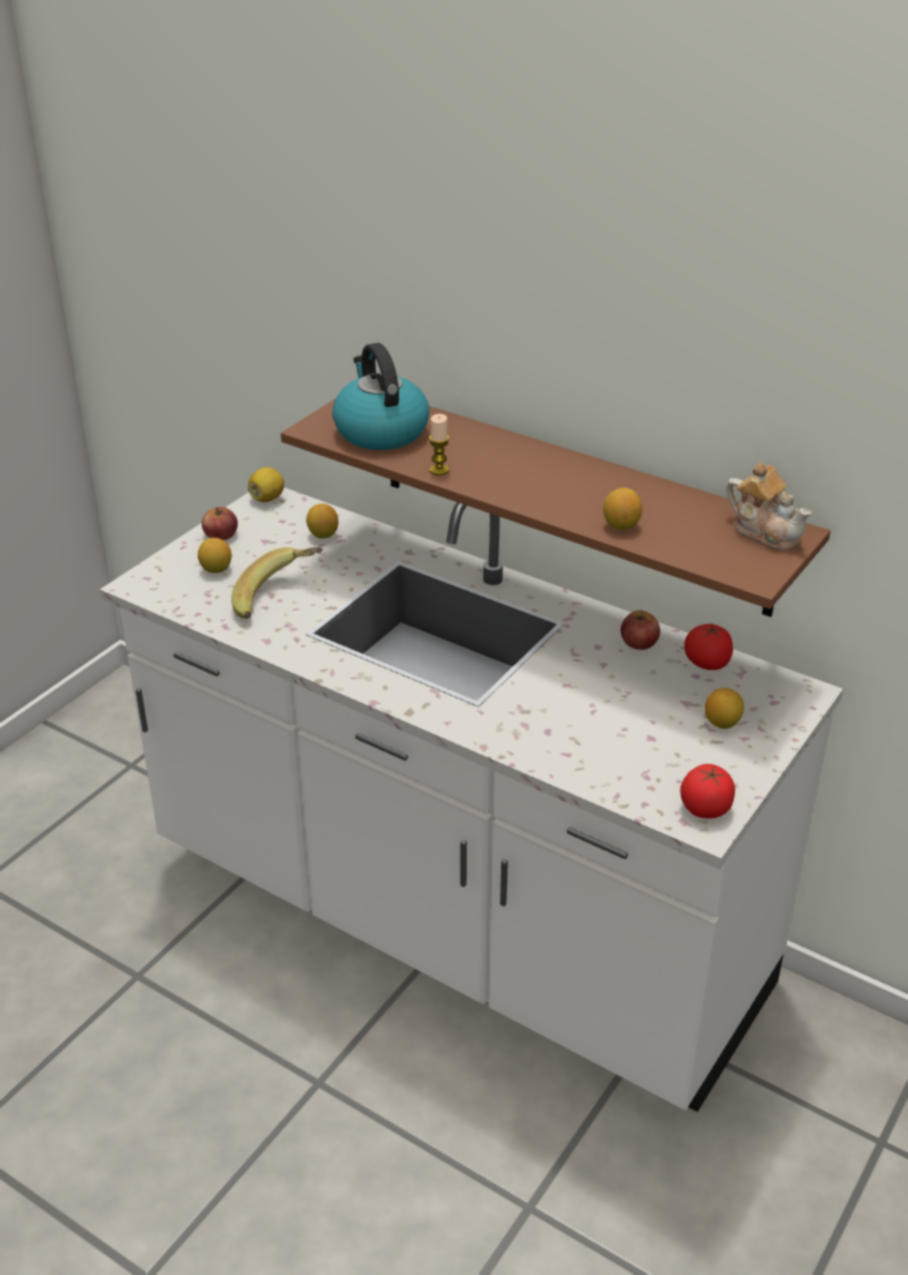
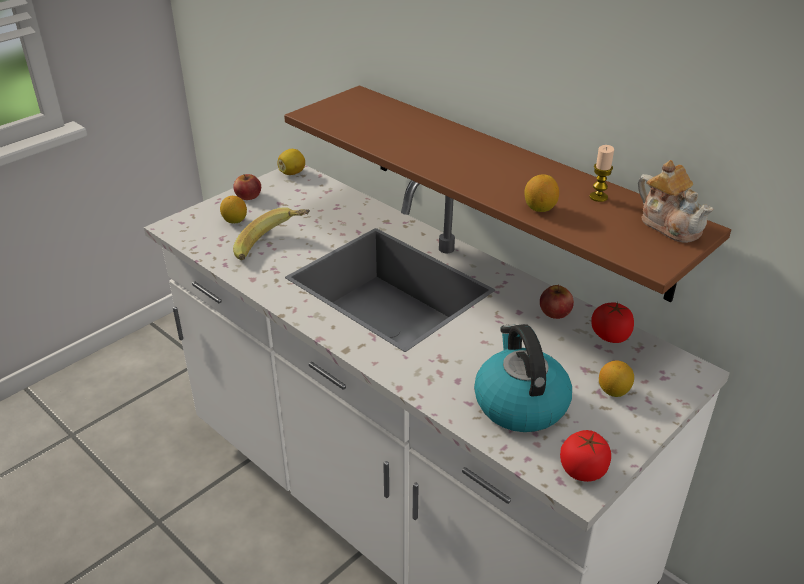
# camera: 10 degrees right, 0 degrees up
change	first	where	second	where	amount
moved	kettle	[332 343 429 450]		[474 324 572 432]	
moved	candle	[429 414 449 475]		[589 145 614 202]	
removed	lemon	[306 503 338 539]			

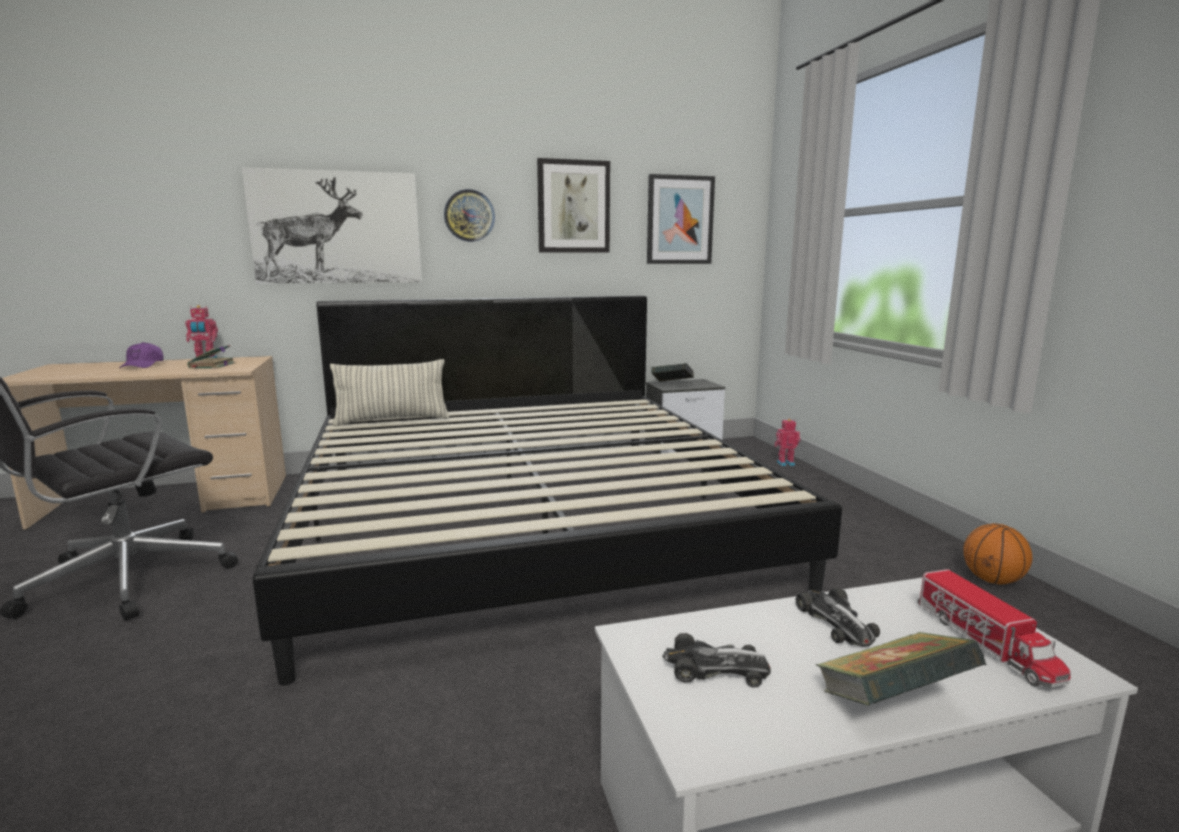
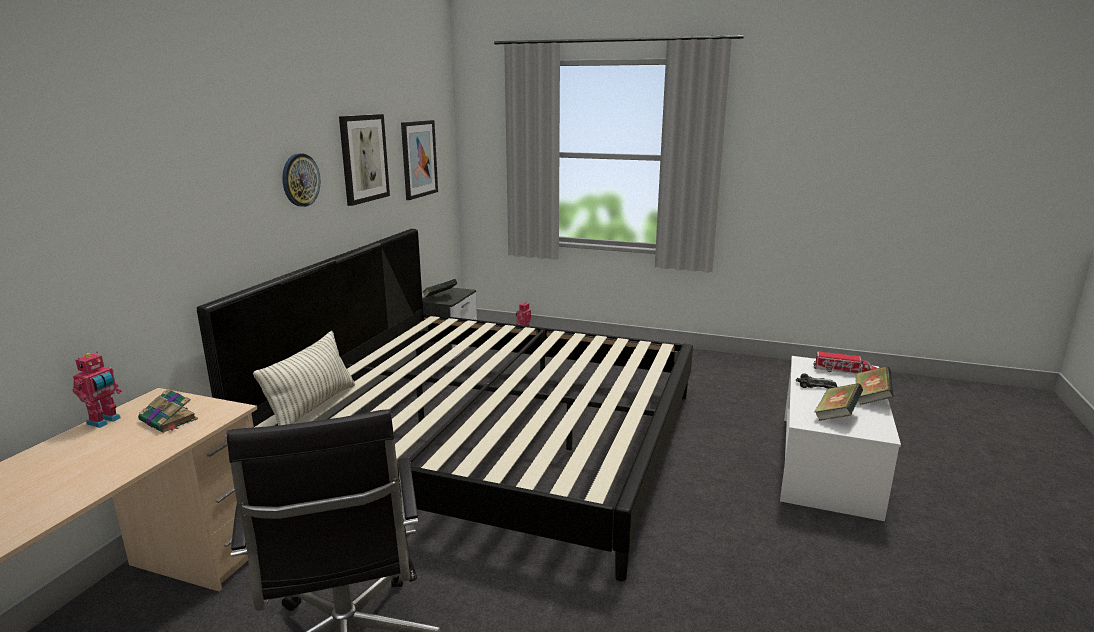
# camera: 55 degrees left, 5 degrees up
change	first	where	second	where	amount
replaced	toy car	[662 633 771 688]	book	[814 383 863 421]	
removed	cap/purple	[119 342 164 368]			
removed	picture	[242 167 422 284]			
removed	basketball	[963 523 1033 585]			

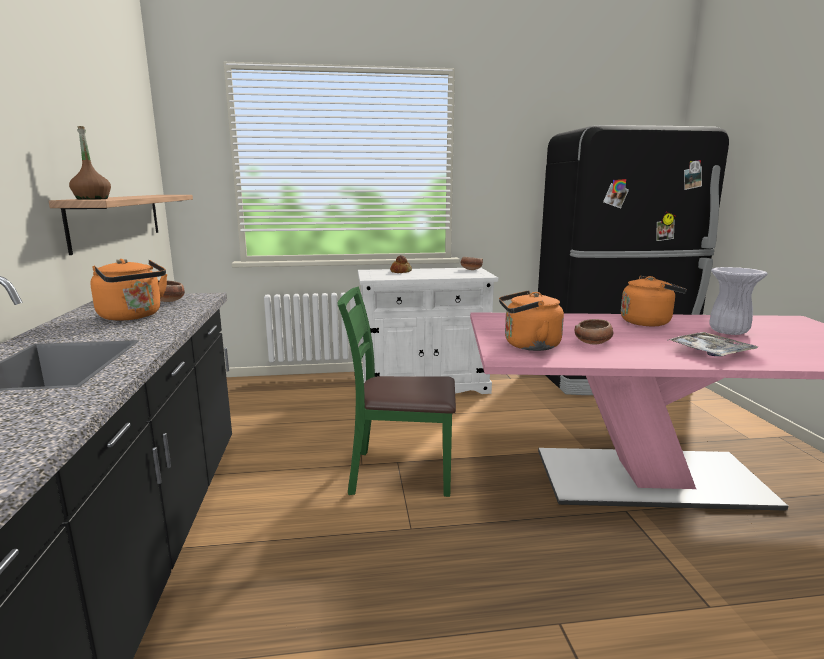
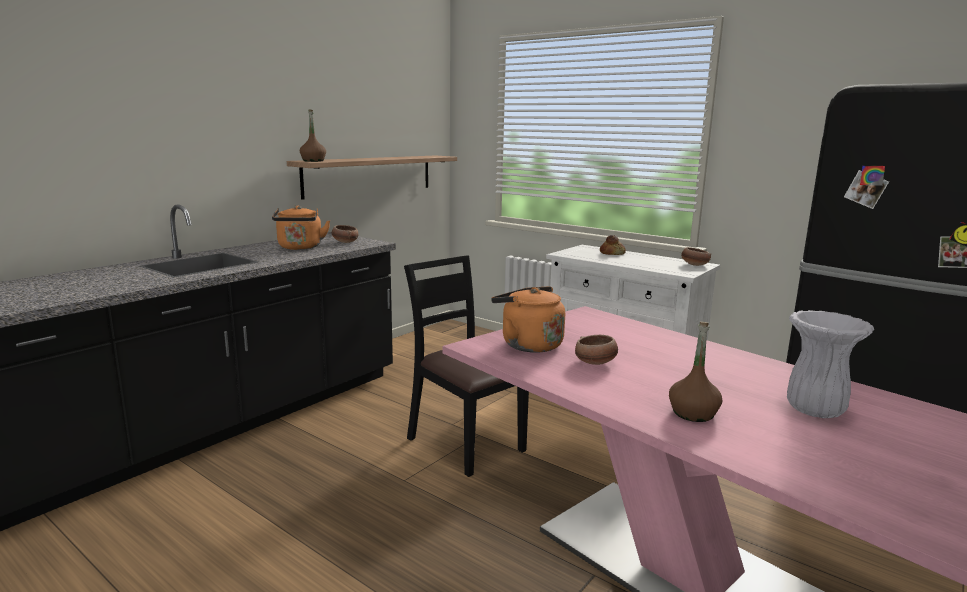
# camera: 45 degrees right, 0 degrees up
change	first	where	second	where	amount
recoloured	chair/green	[337 287 456 497]	chair/black	[404 255 529 477]	
replaced	tray	[669 332 759 356]	bottle/brown	[669 322 722 422]	
removed	kettle/orange	[621 276 687 326]			

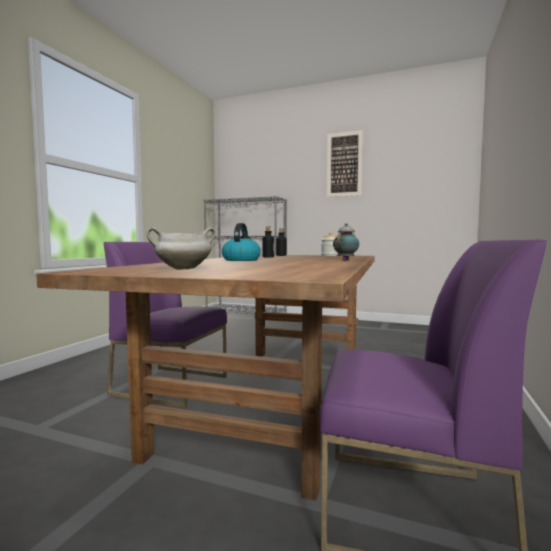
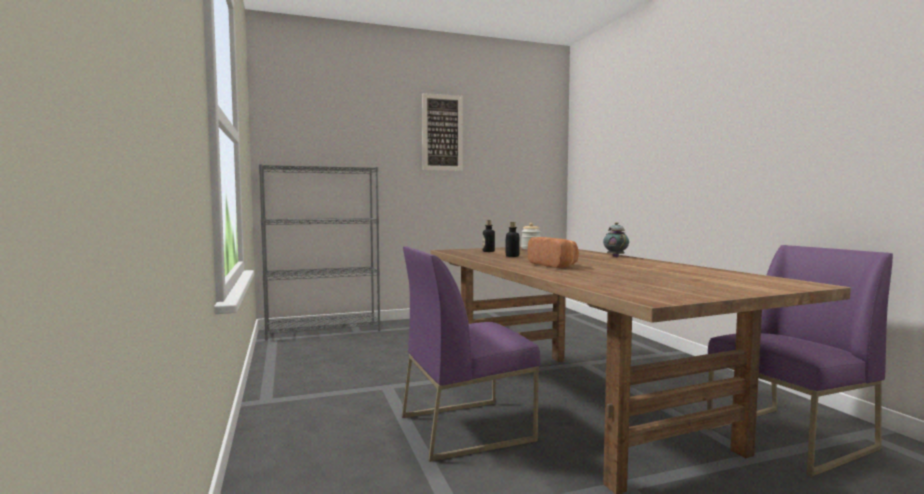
# camera: 40 degrees left, 0 degrees up
change	first	where	second	where	amount
replaced	kettle	[222 223 261 261]	bread	[528 237 579 268]	
removed	cooking pot/white	[147 227 216 270]			

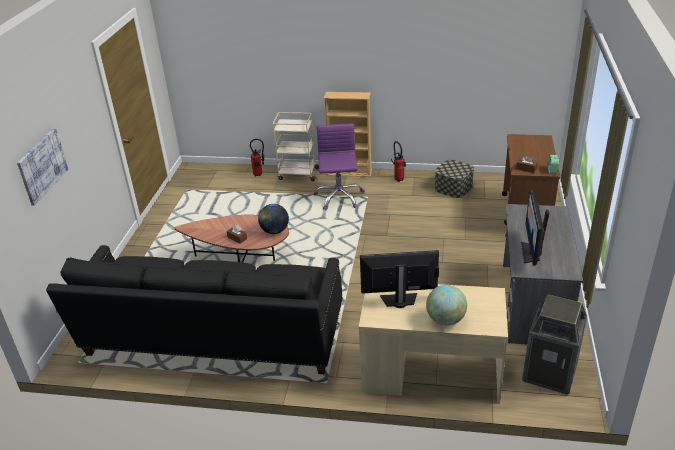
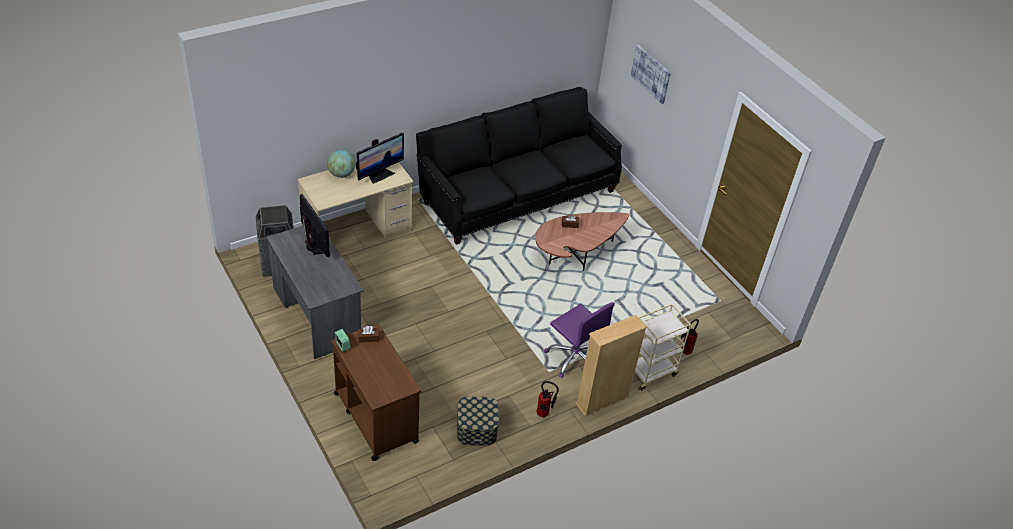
# camera: 135 degrees right, 10 degrees up
change	first	where	second	where	amount
removed	globe	[258 204 289 234]			

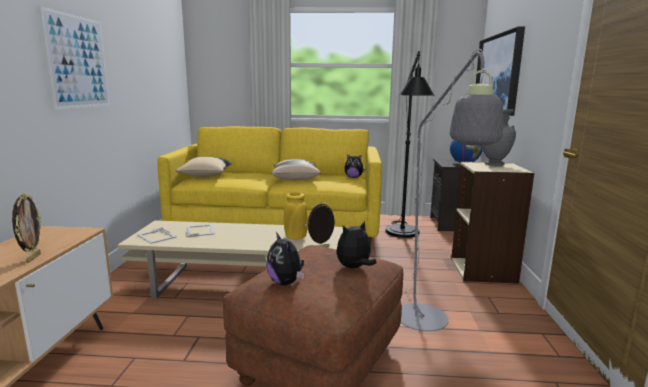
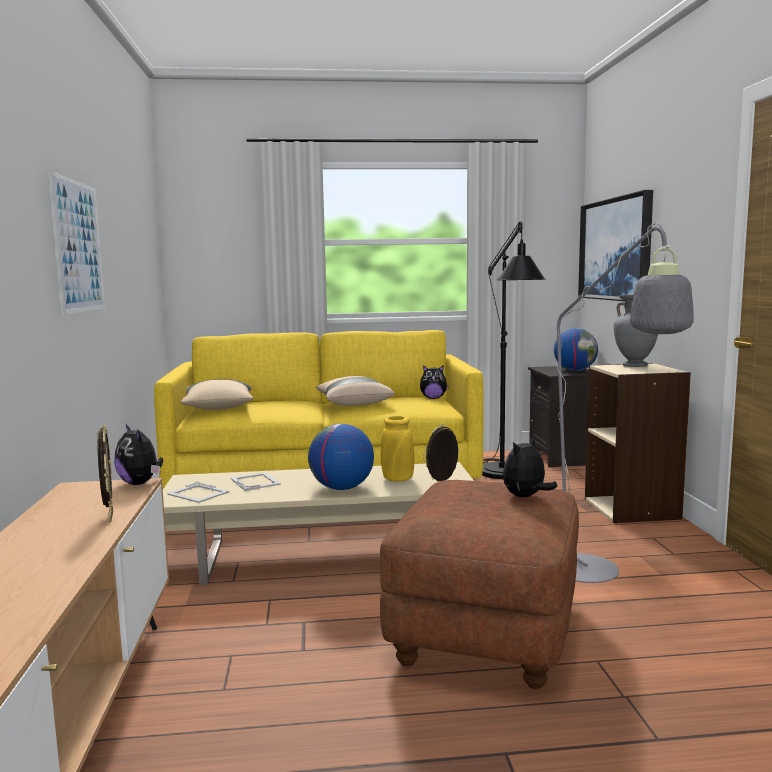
# camera: 10 degrees left, 5 degrees down
change	first	where	second	where	amount
moved	plush toy	[266 232 304 285]		[114 423 163 485]	
added			globe	[308 424 374 490]	

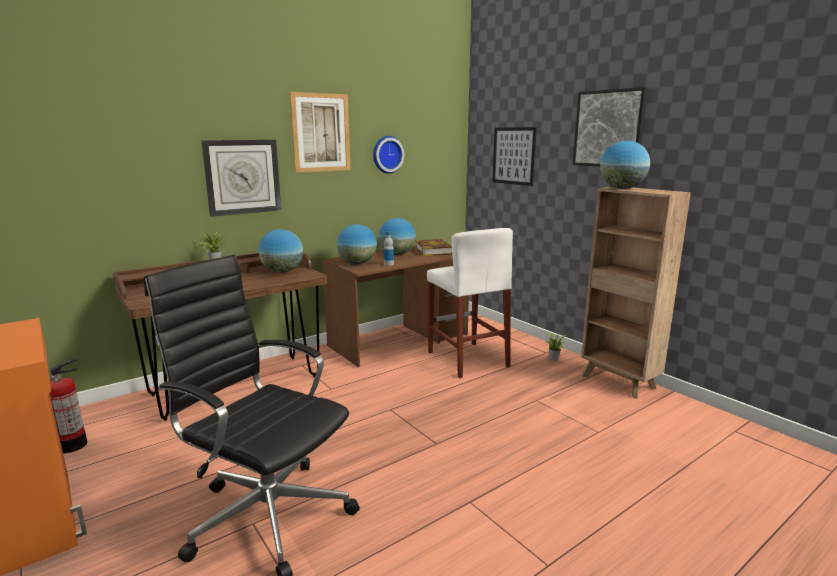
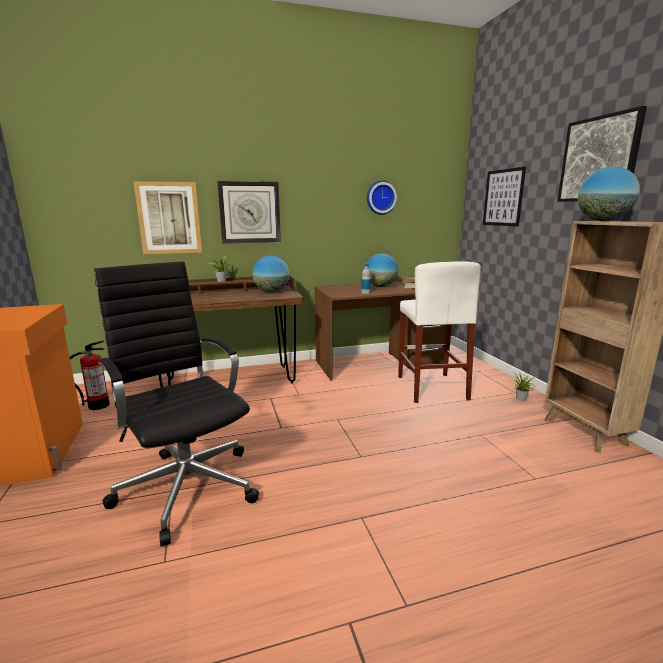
# camera: 20 degrees right, 0 degrees up
change	first	where	second	where	amount
moved	picture	[289 92 351 173]		[133 181 202 254]	
removed	globe	[337 224 377 264]			

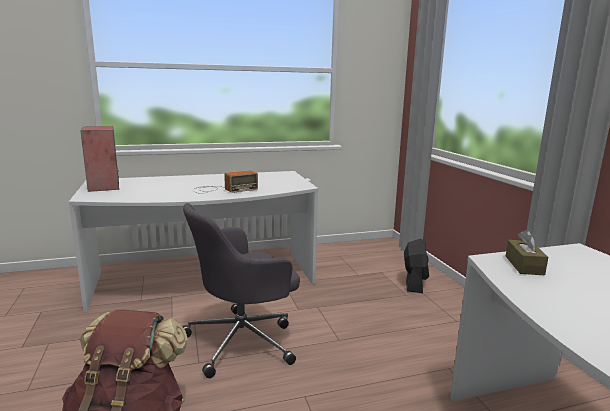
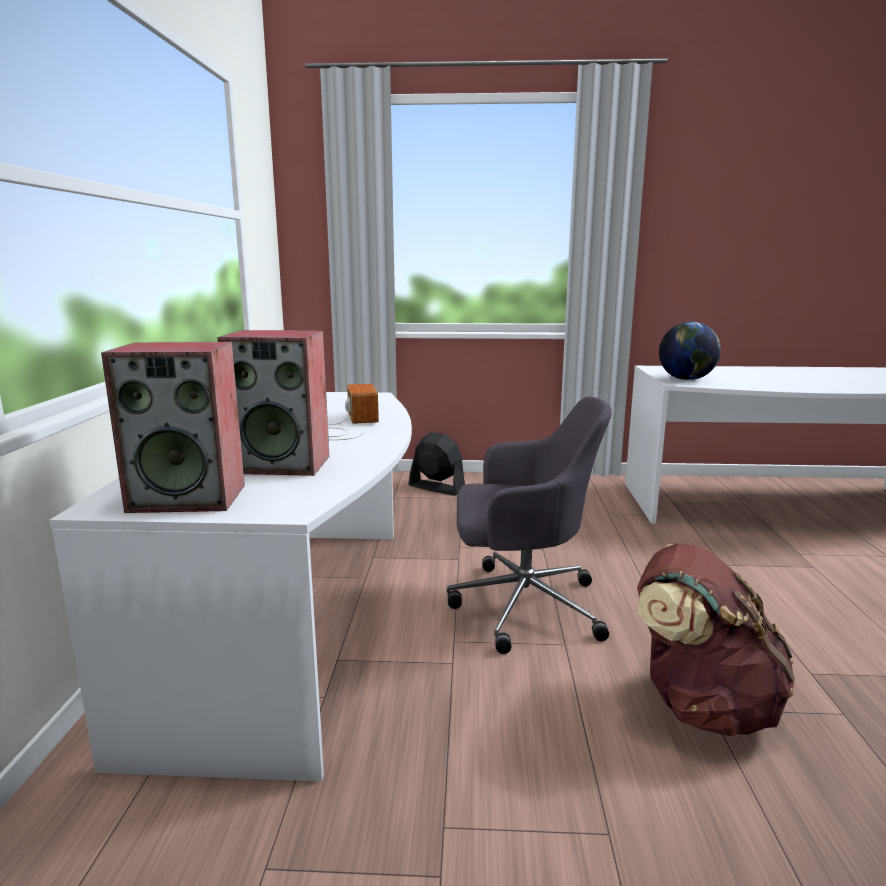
# camera: 70 degrees left, 0 degrees up
change	first	where	second	where	amount
added			speaker	[217 330 329 476]	
turned	office chair/grey	[183 203 300 378]		[447 396 612 654]	75 degrees counterclockwise
replaced	tissue box/brown	[506 230 548 275]	globe	[659 322 721 380]	

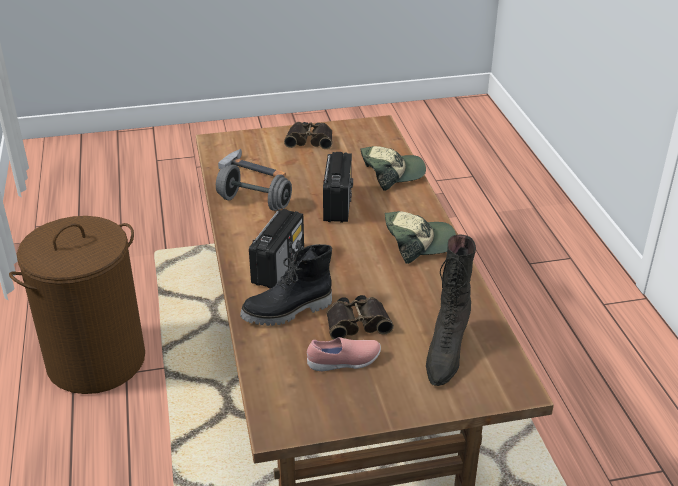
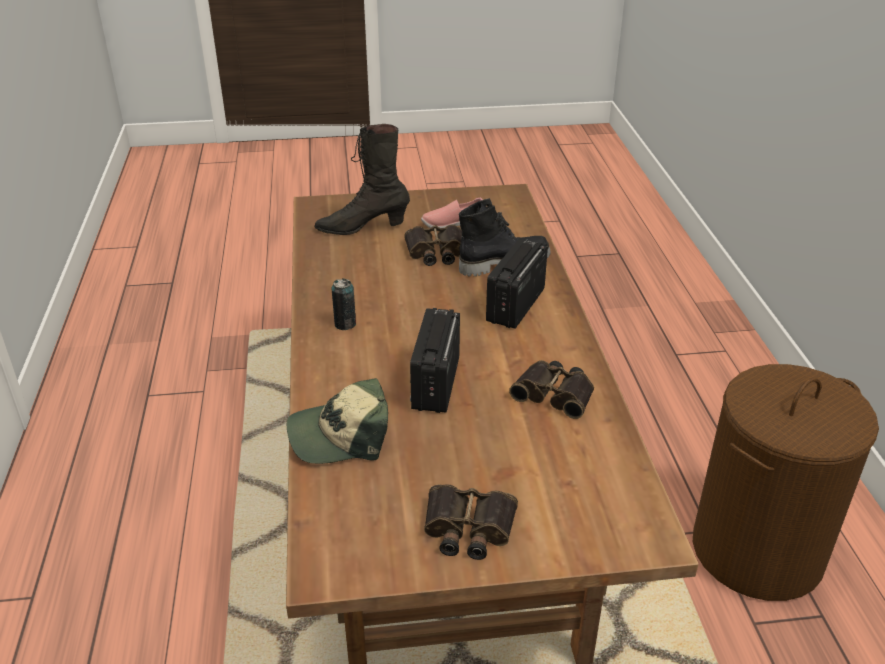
# camera: 175 degrees left, 0 degrees up
change	first	where	second	where	amount
turned	boot/black	[426 235 476 386]		[314 124 410 235]	120 degrees counterclockwise
replaced	cap	[385 211 456 264]	can	[331 278 356 330]	
replaced	dumbbell/grey	[216 165 292 211]	binoculars	[509 360 594 419]	
removed	hammer	[218 149 286 177]			

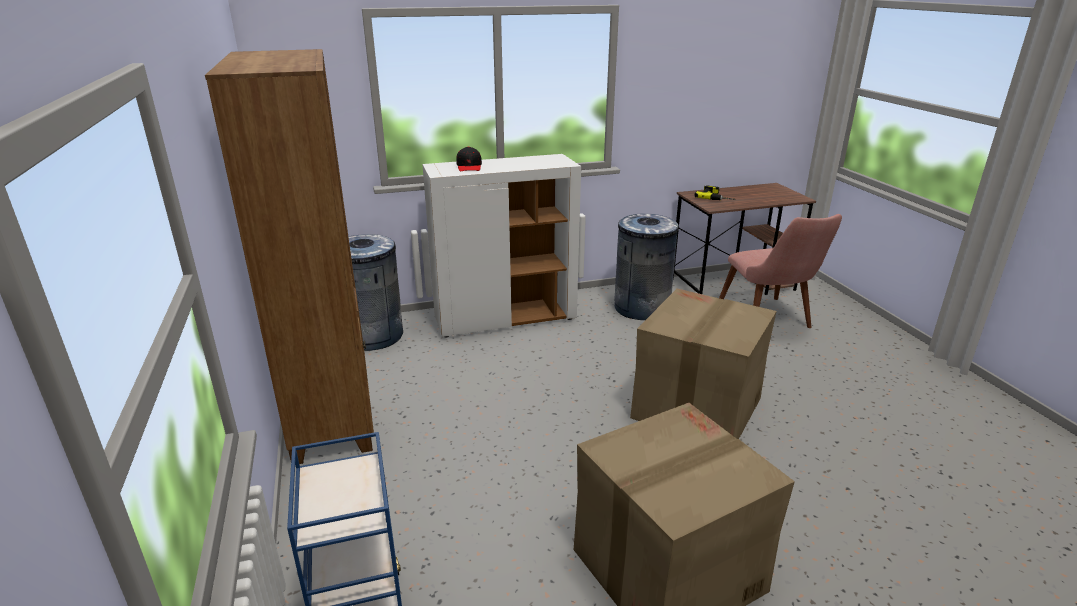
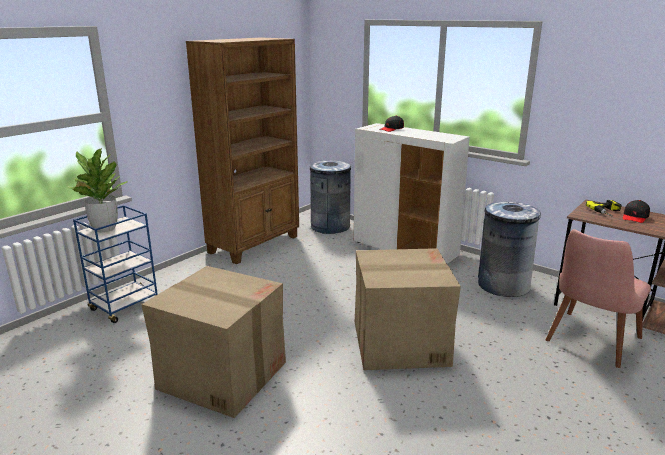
# camera: 55 degrees right, 5 degrees down
change	first	where	second	where	amount
added			potted plant	[67 148 127 232]	
added			cap/black	[623 200 650 223]	

